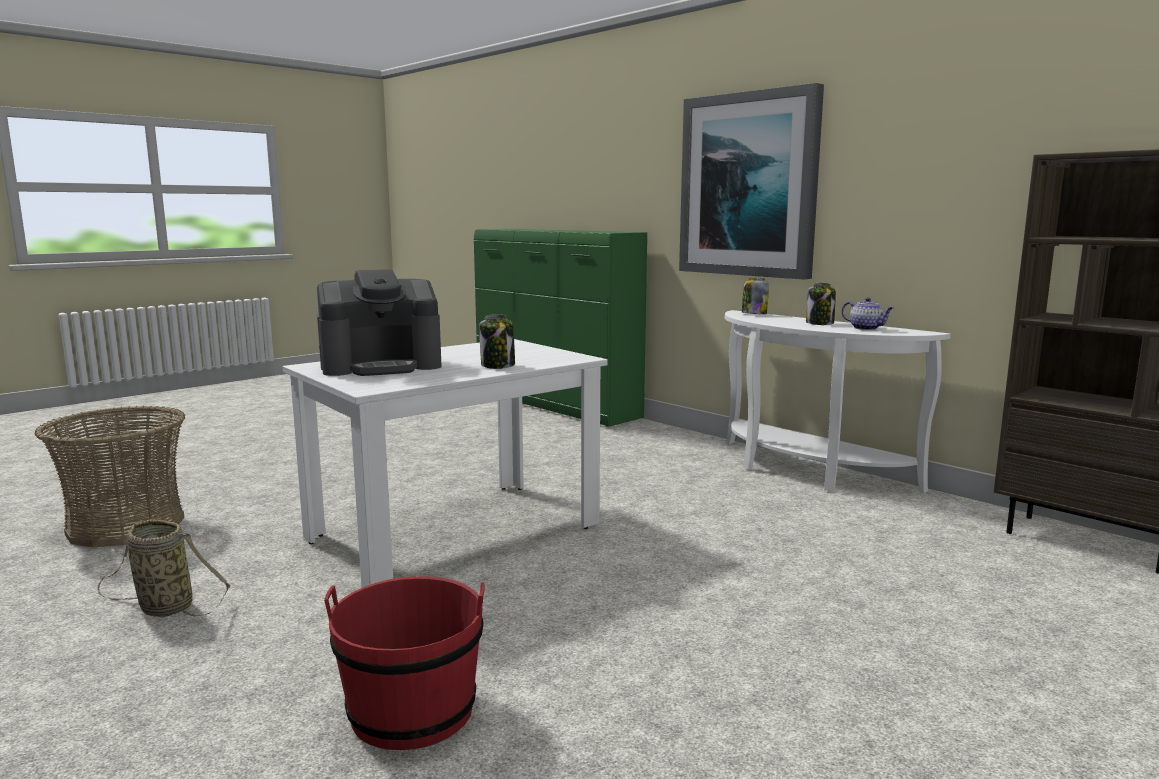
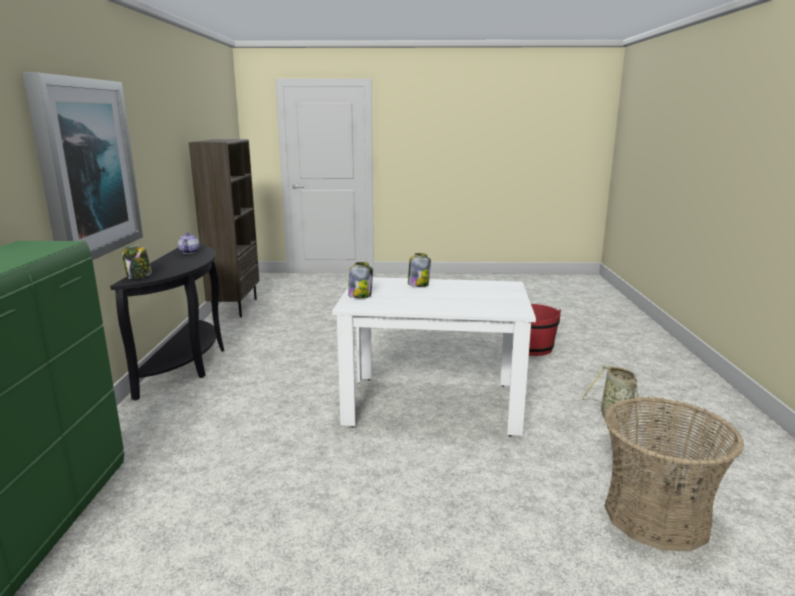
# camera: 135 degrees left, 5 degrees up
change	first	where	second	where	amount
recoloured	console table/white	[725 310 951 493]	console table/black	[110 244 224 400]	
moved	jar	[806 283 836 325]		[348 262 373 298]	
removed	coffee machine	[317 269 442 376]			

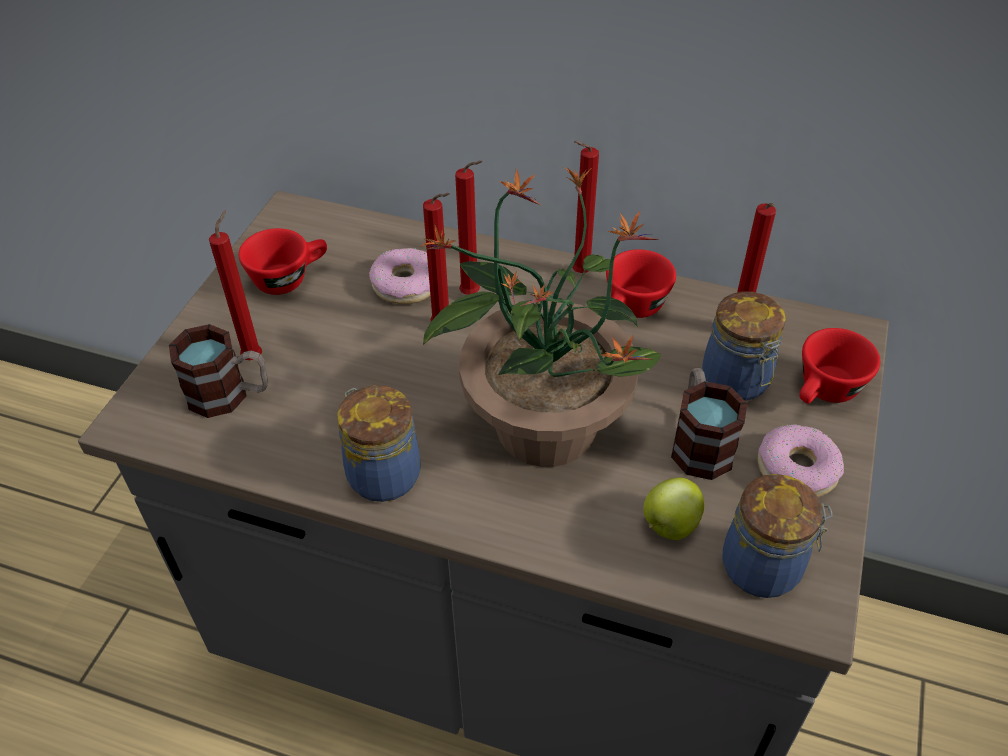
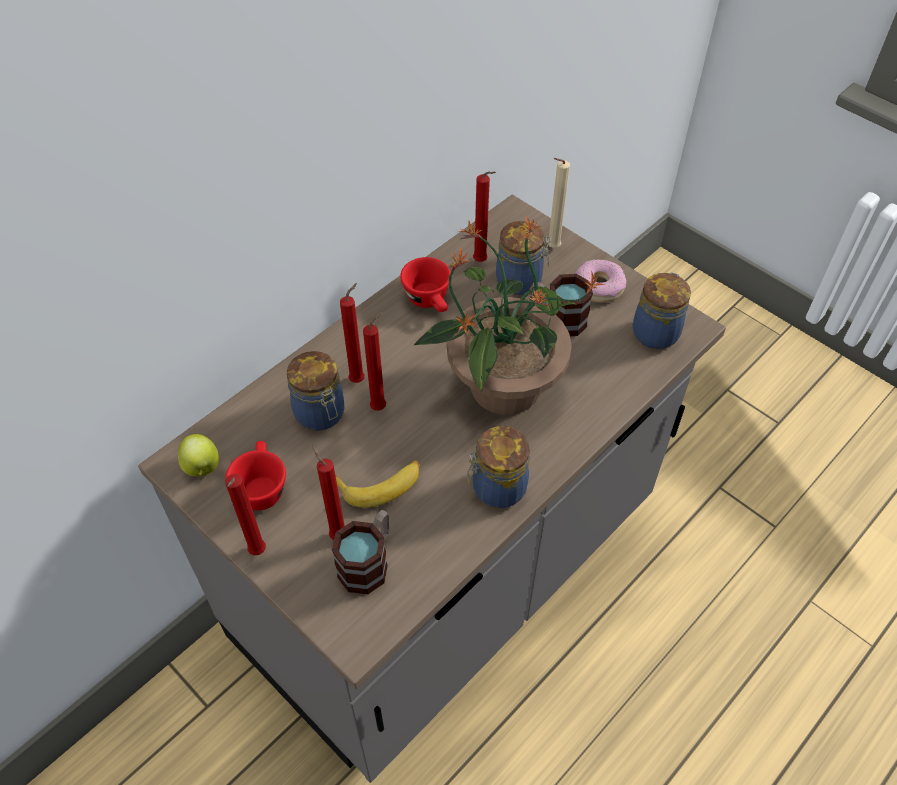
# camera: 65 degrees left, 5 degrees up
change	first	where	second	where	amount
moved	apple	[643 477 704 540]		[178 434 219 476]	
moved	candle/red	[572 141 599 273]		[225 474 266 556]	
replaced	donut	[369 248 430 304]	jar	[287 351 345 431]	
added			banana	[335 461 420 508]	
replaced	cup/red	[799 328 880 404]	candle/beige	[547 158 570 248]	

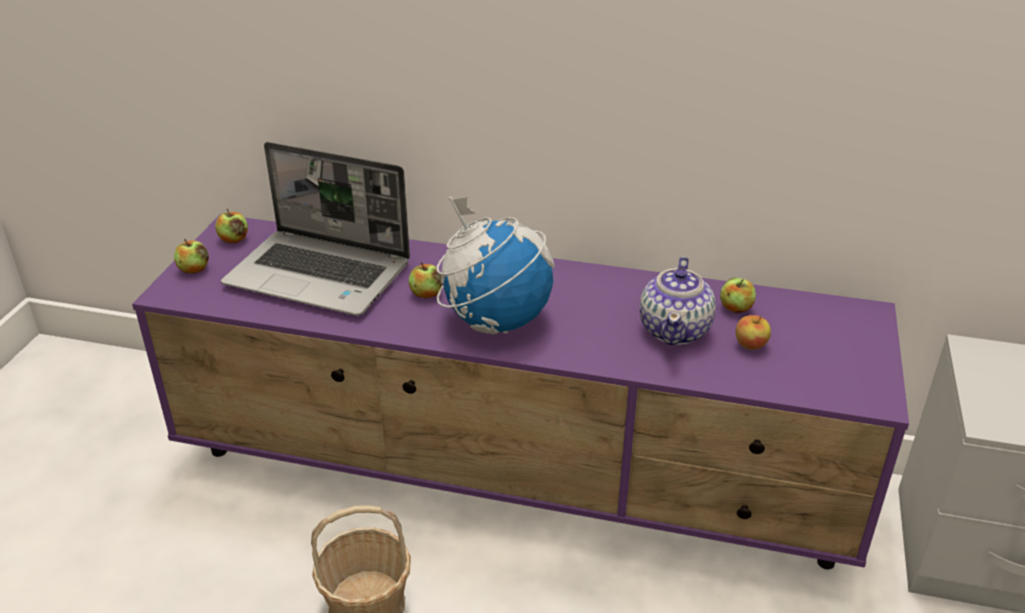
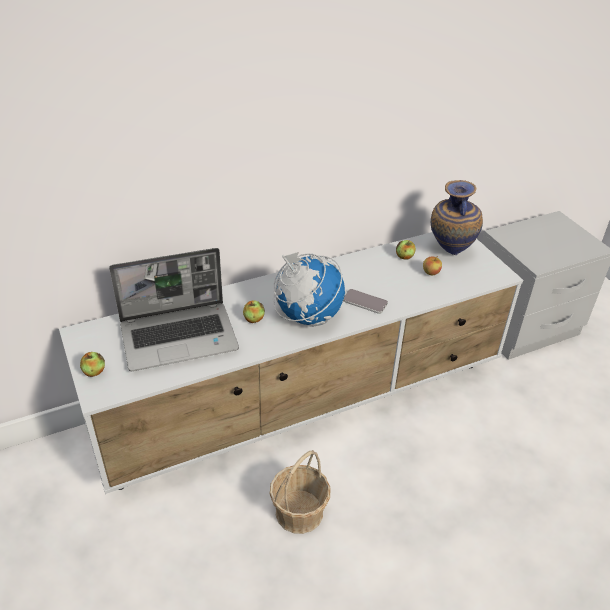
# camera: 40 degrees left, 5 degrees up
change	first	where	second	where	amount
recoloured	tv stand/purple	[132 214 909 569]	tv stand/white	[59 232 523 494]	
added			phone	[343 289 388 314]	
added			vase	[431 180 483 255]	
removed	apple	[215 209 248 243]			
removed	teapot	[640 257 716 345]			

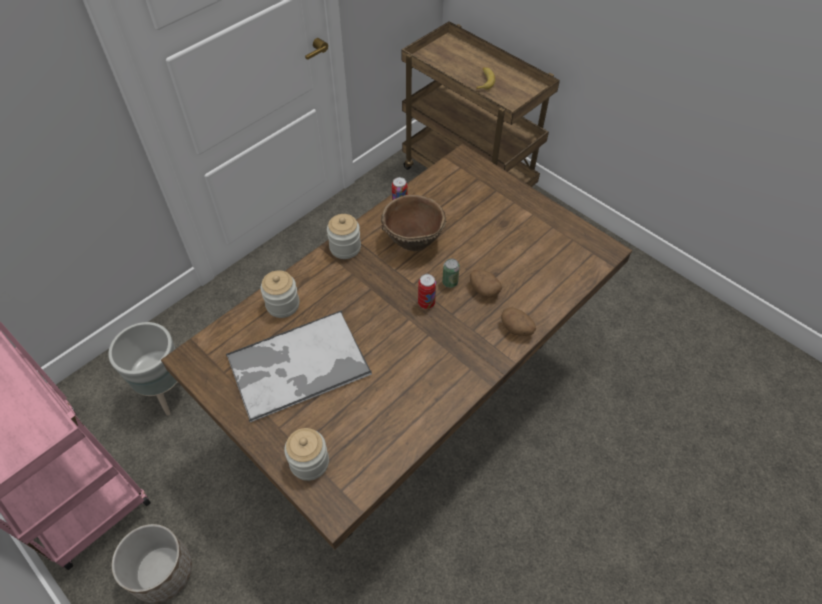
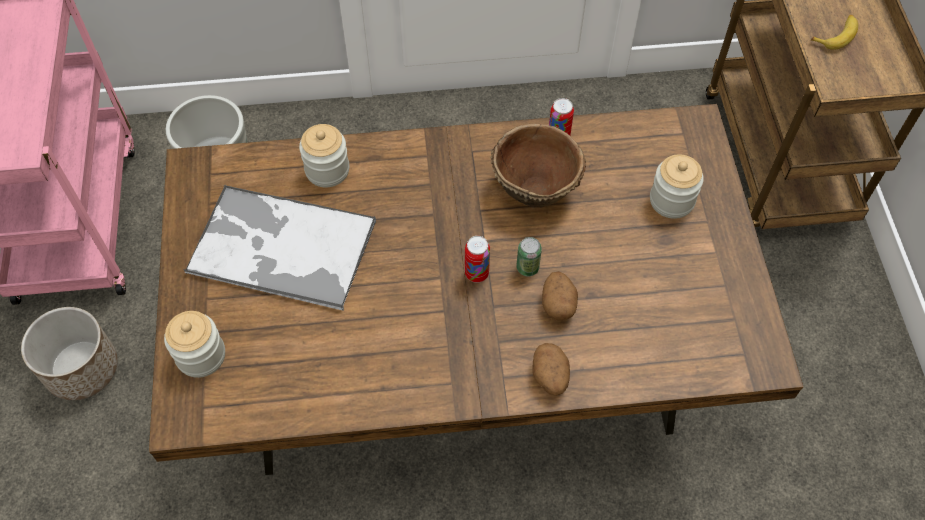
# camera: 40 degrees right, 5 degrees up
change	first	where	second	where	amount
moved	jar	[327 214 361 259]		[650 154 704 219]	

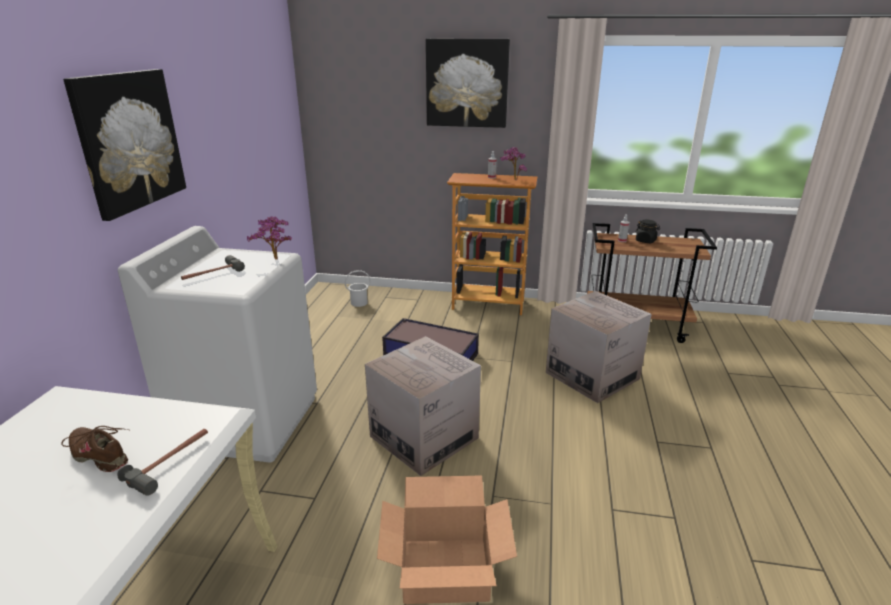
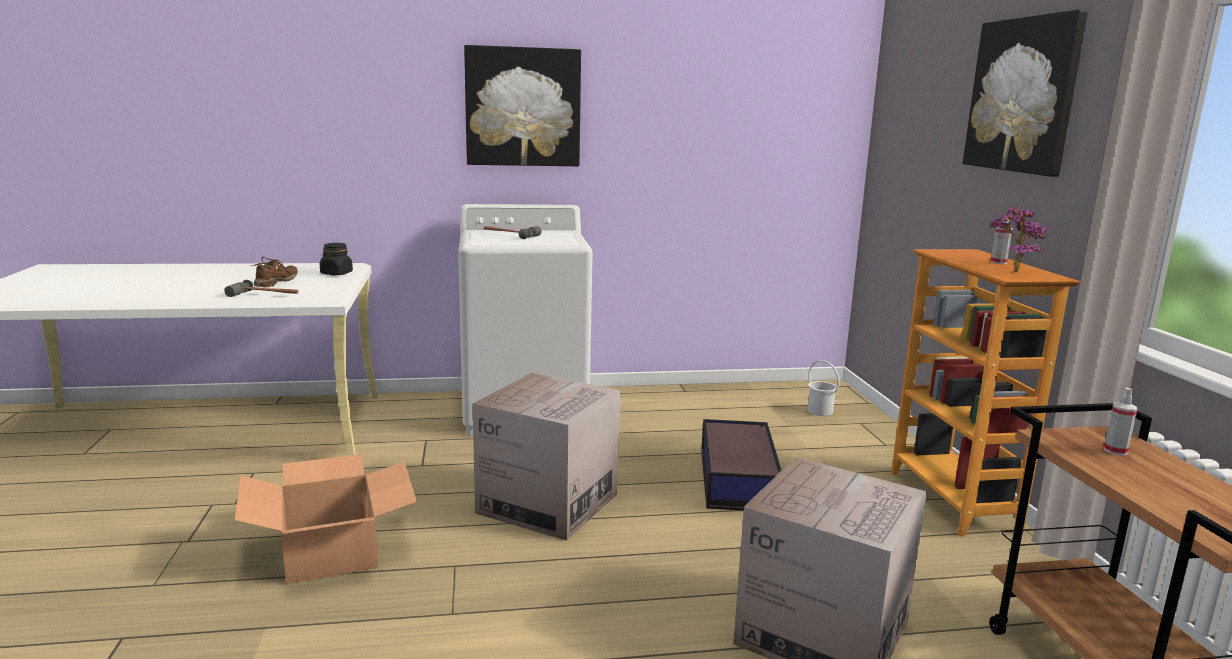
# camera: 70 degrees right, 10 degrees down
change	first	where	second	where	amount
moved	jar/black	[635 220 660 243]		[320 243 353 275]	
removed	potted plant	[247 216 292 260]			

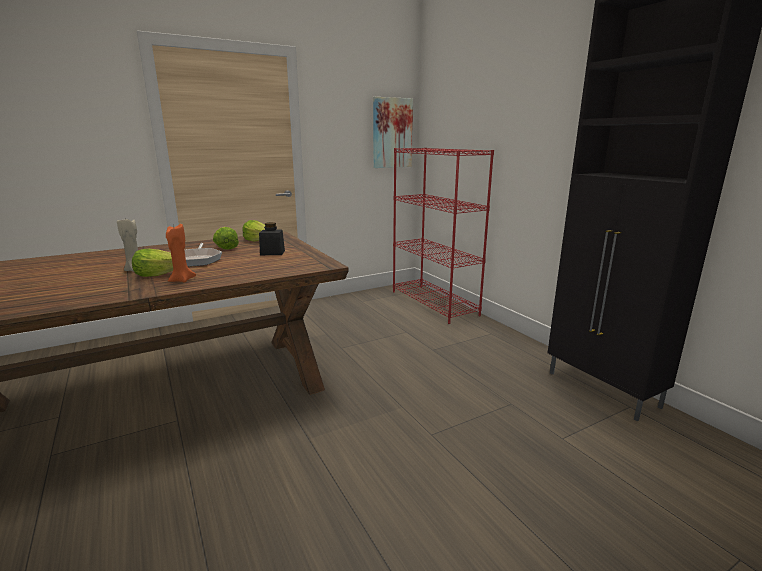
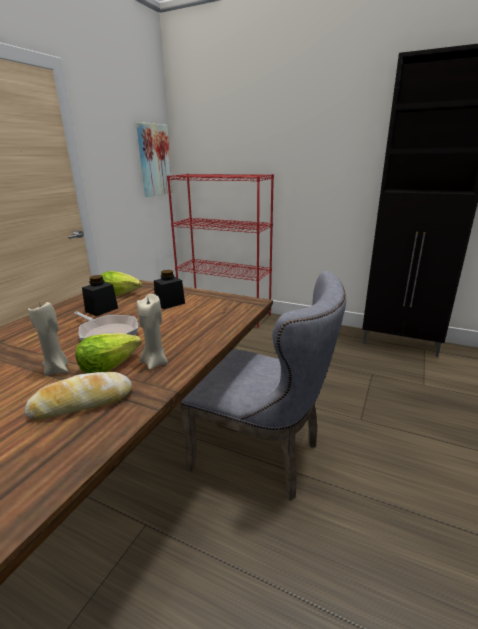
# camera: 35 degrees left, 5 degrees up
change	first	where	second	where	amount
added			bread	[25 372 132 420]	
replaced	lettuce	[213 227 239 250]	jar/black	[82 275 118 316]	
recoloured	candle/orange	[166 224 196 282]	candle/beige	[137 294 168 370]	
added			chair/grey	[180 271 346 501]	

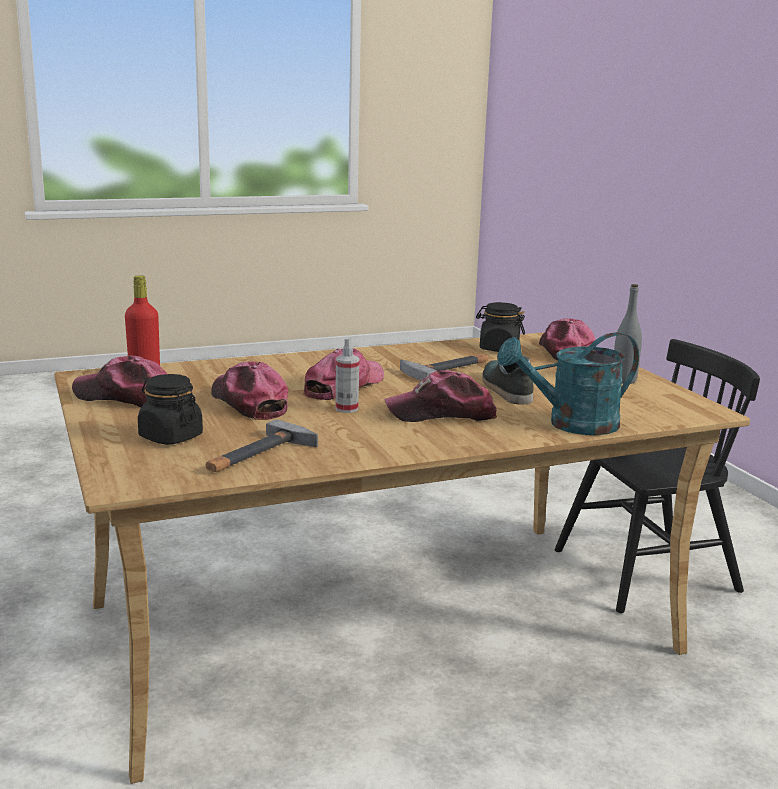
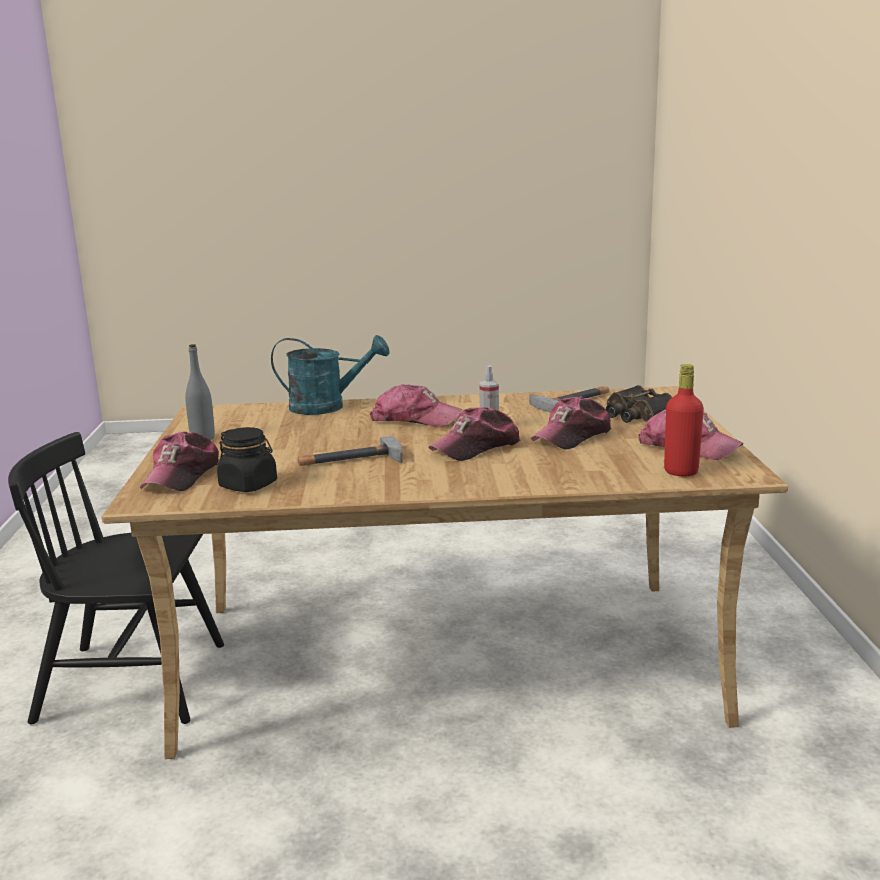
# camera: 160 degrees left, 0 degrees up
change	first	where	second	where	amount
turned	cap	[211 362 288 420]		[531 396 611 449]	60 degrees clockwise
replaced	jar/black	[138 374 203 445]	binoculars	[606 385 672 423]	
removed	shoe	[482 355 534 404]			

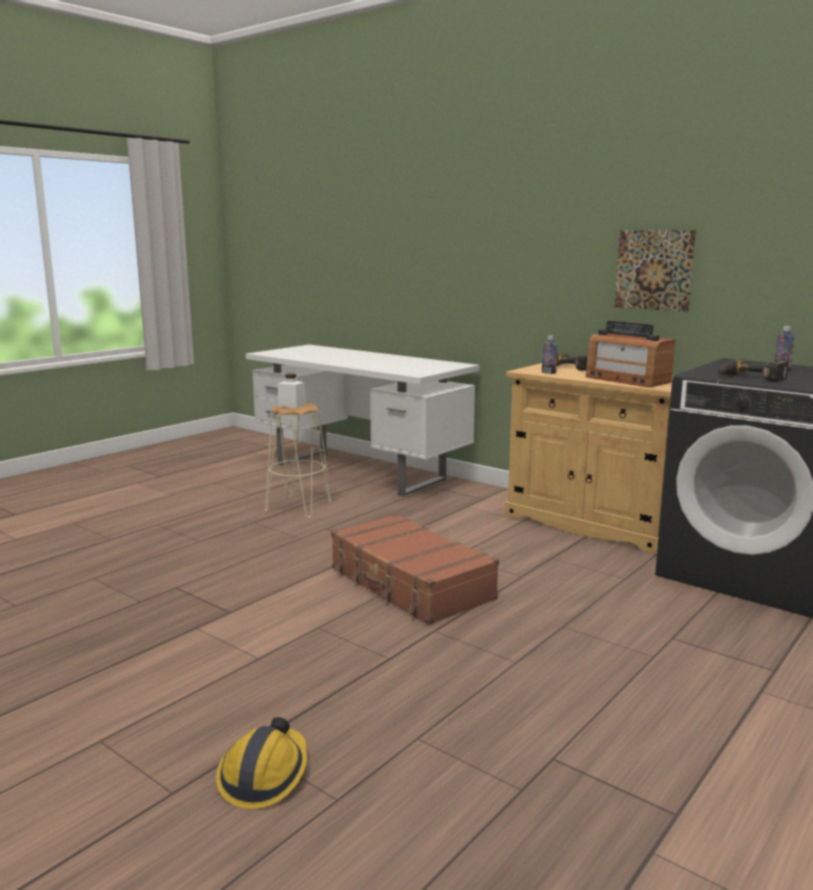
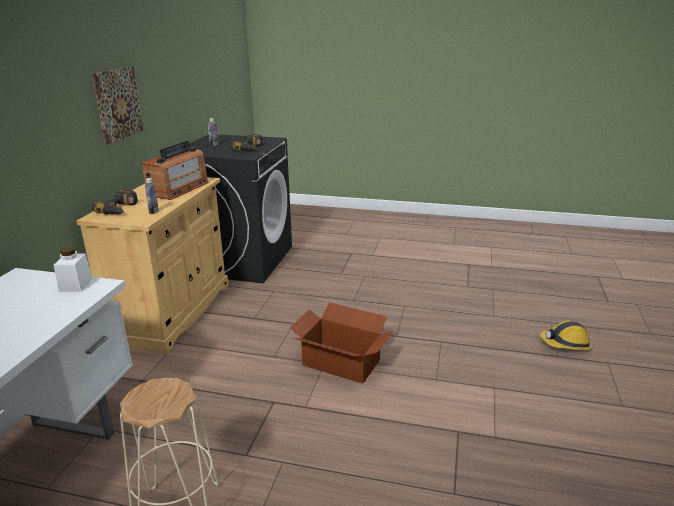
# camera: 115 degrees left, 10 degrees up
change	first	where	second	where	amount
moved	jar/white	[278 374 306 408]		[54 246 92 292]	
replaced	suitcase/brown	[331 514 499 625]	cardboard box	[290 302 393 384]	

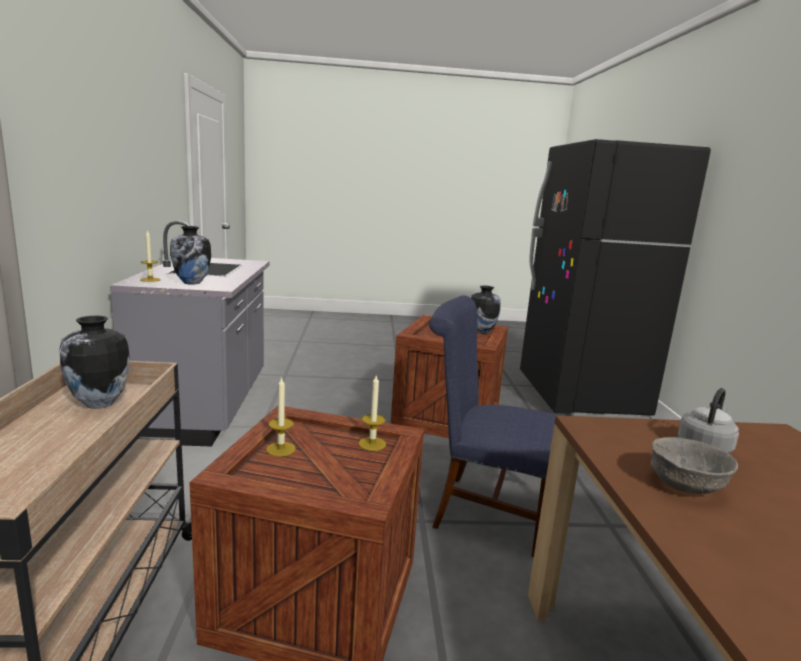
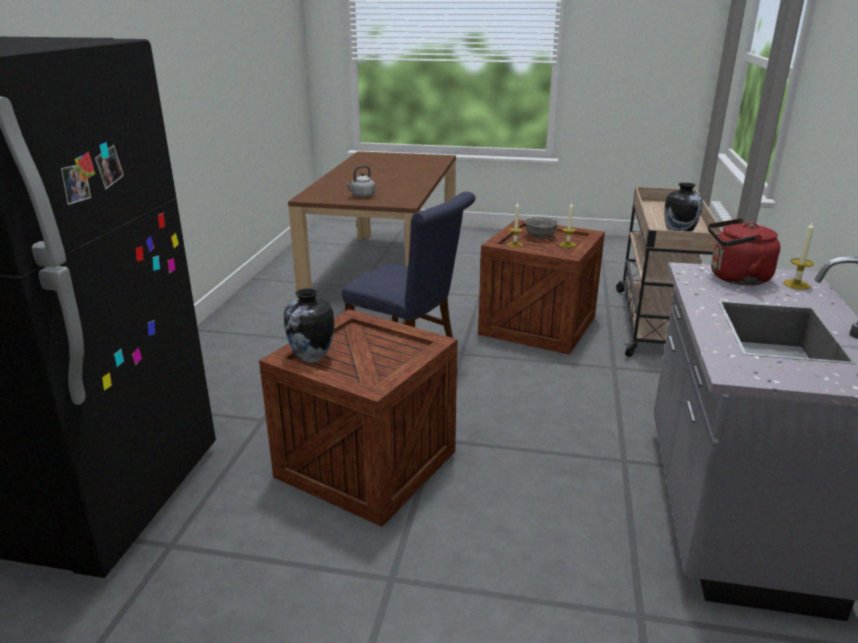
# camera: 165 degrees left, 10 degrees up
change	first	where	second	where	amount
moved	bowl/grey	[651 437 738 494]		[525 217 558 239]	
replaced	vase	[170 226 211 284]	kettle/red	[708 218 780 286]	

